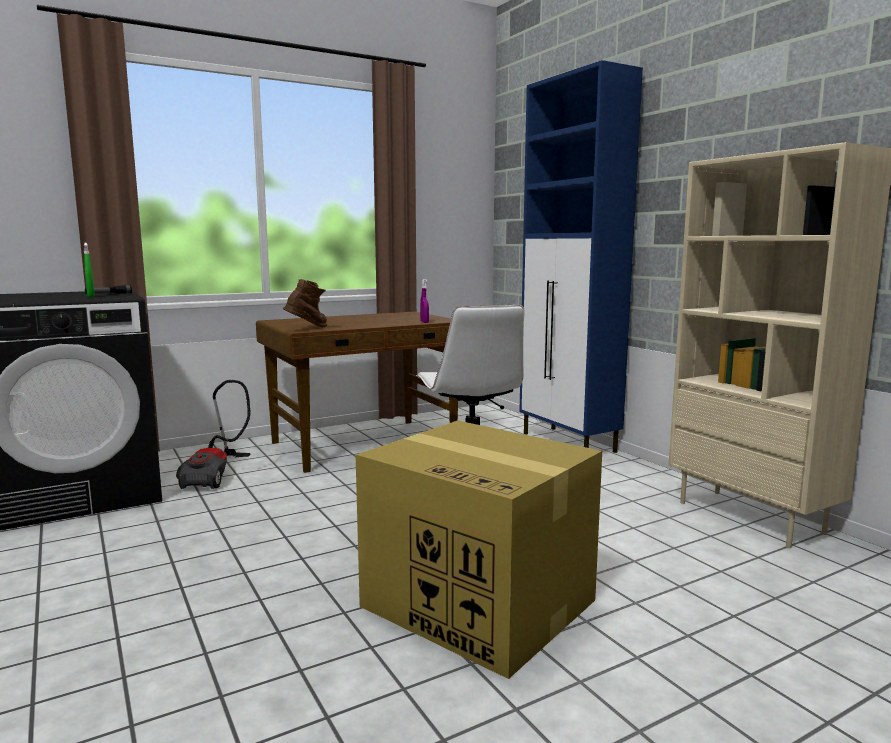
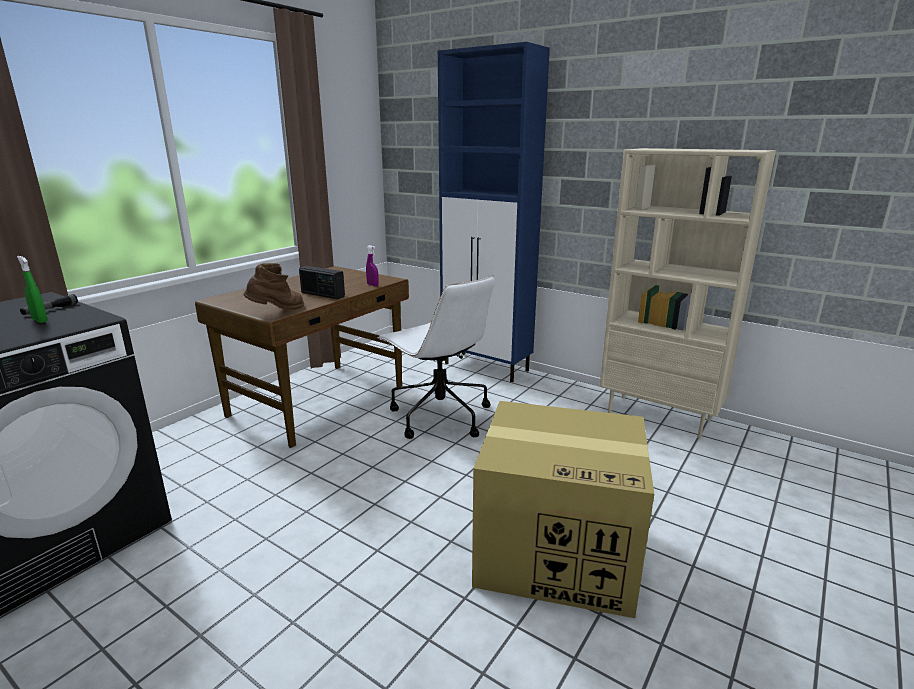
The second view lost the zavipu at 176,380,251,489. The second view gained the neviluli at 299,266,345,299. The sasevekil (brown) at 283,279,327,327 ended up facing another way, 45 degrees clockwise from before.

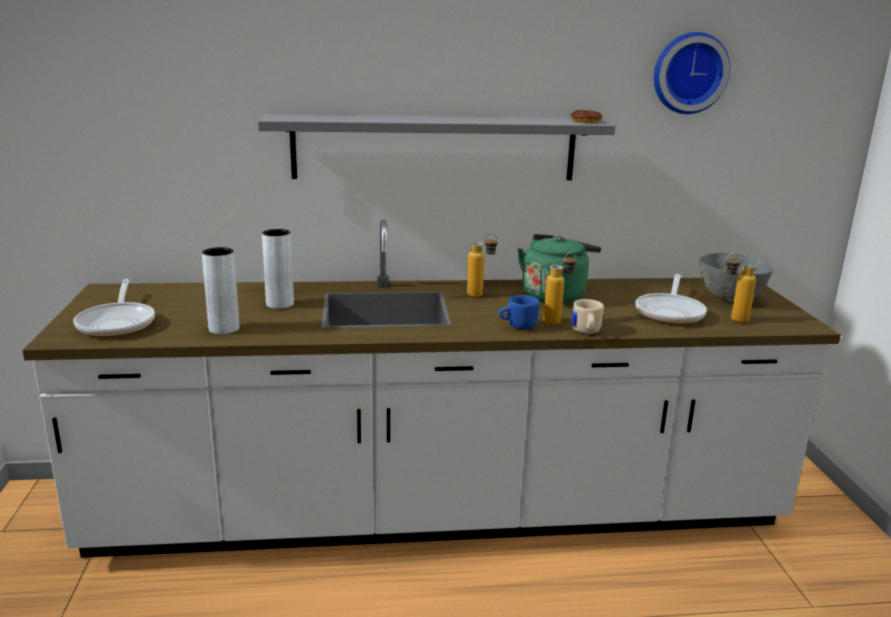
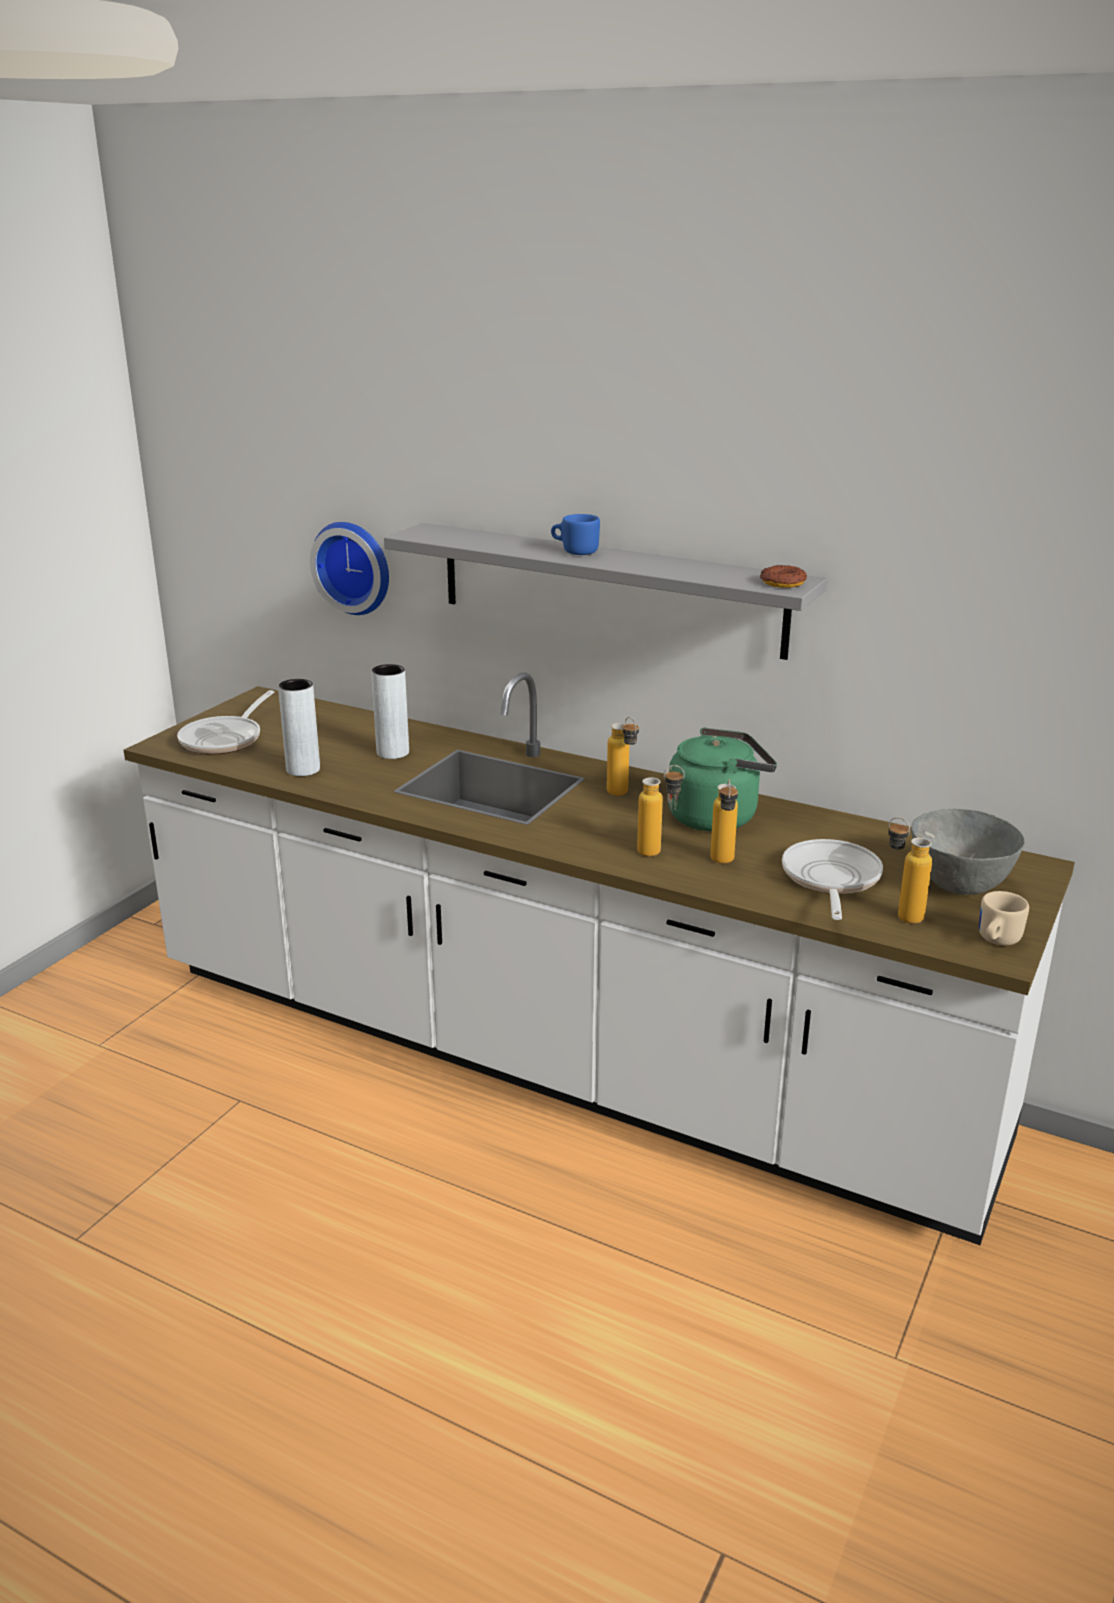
The second view gained the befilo at 710,780,738,864. The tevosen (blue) ended up elsewhere, having gone from 499,295,539,329 to 551,514,600,555. The tevosen (beige) ended up elsewhere, having gone from 572,299,604,334 to 979,891,1029,945. The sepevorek ended up elsewhere, having gone from 654,32,730,114 to 310,522,389,615. The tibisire at 636,274,707,324 ended up facing another way, 135 degrees clockwise from before.

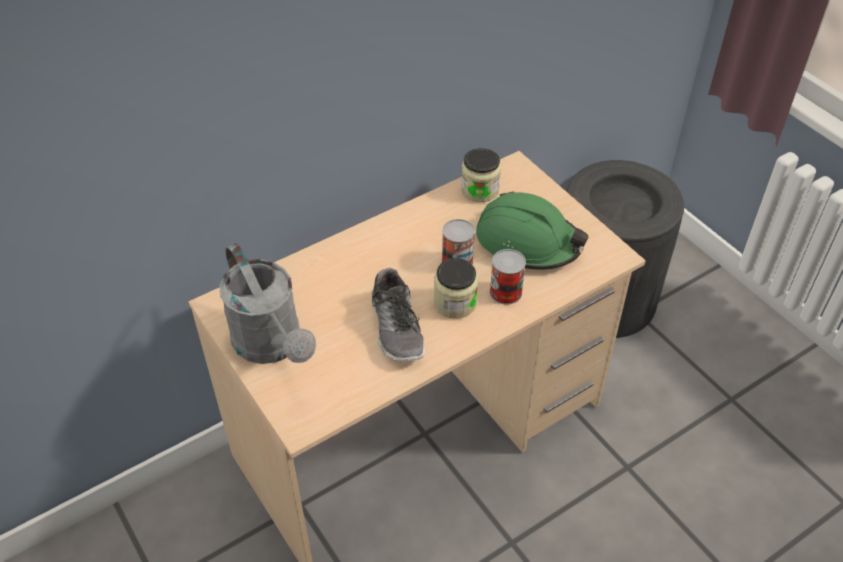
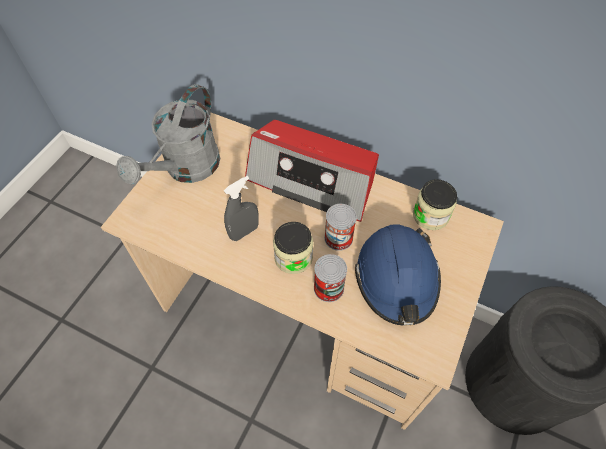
The second view gained the neviluli at 245,120,379,222. Where the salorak stood at 371,268,425,362, the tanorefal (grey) came to stand at 224,176,259,241. What was the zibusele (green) at 476,191,589,270 turned into the zibusele (blue) at 355,224,441,326.

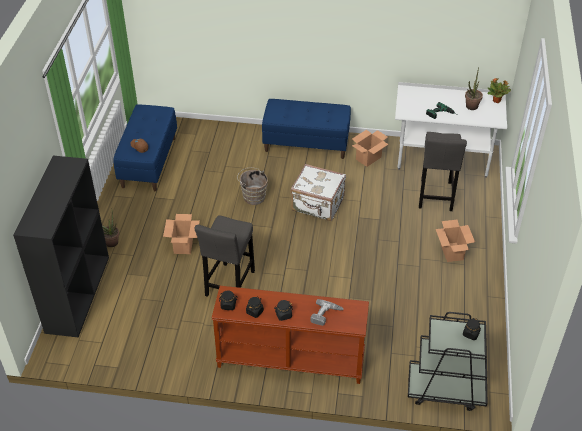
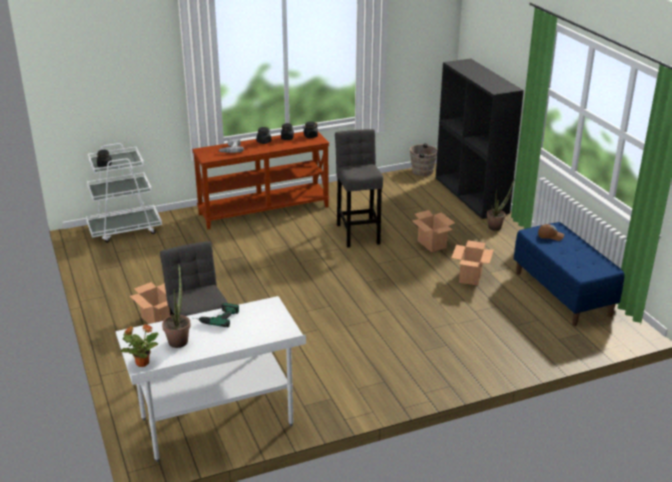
The second view lost the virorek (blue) at 262,99,351,159. The second view lost the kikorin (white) at 290,164,346,221. The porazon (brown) ended up elsewhere, having gone from 237,167,268,205 to 410,143,437,176. The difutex ended up elsewhere, having gone from 352,130,388,167 to 451,241,493,286. What was the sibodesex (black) at 408,312,487,411 turned into the sibodesex (white) at 86,143,162,243.

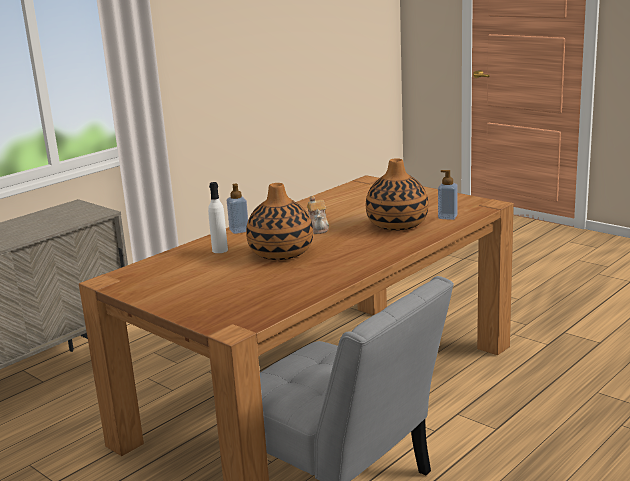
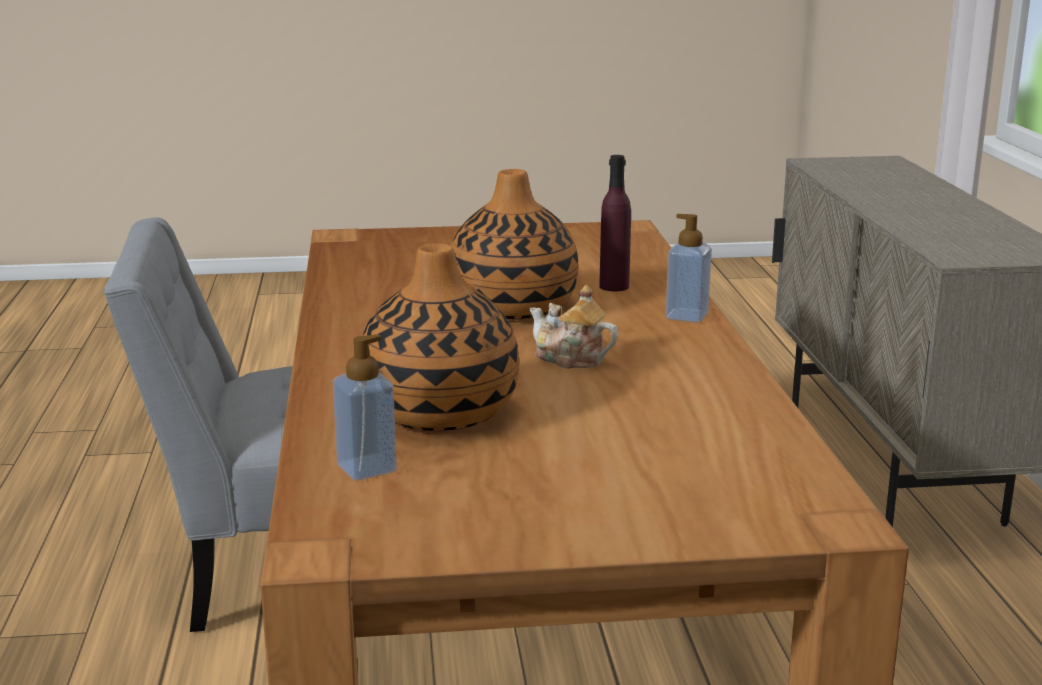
What was the befilo (white) at 208,182,228,253 turned into the befilo (purple) at 599,155,631,291.

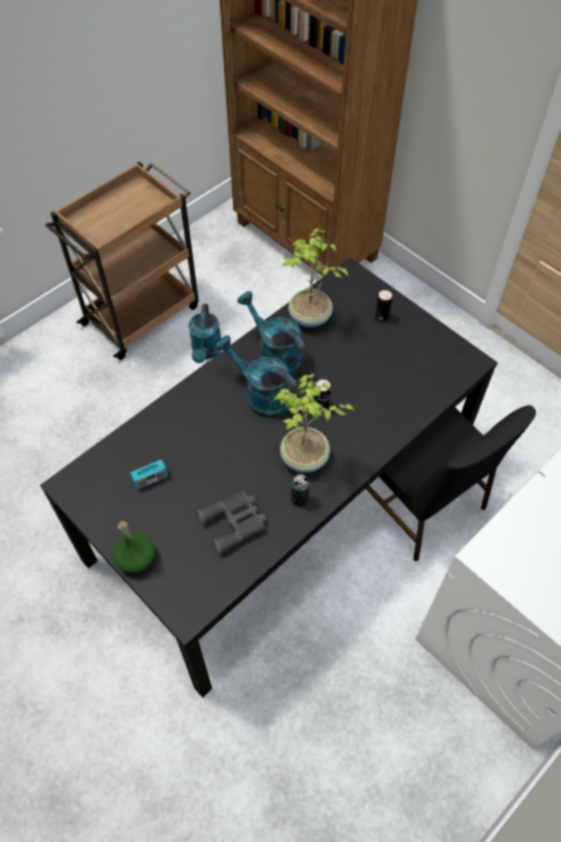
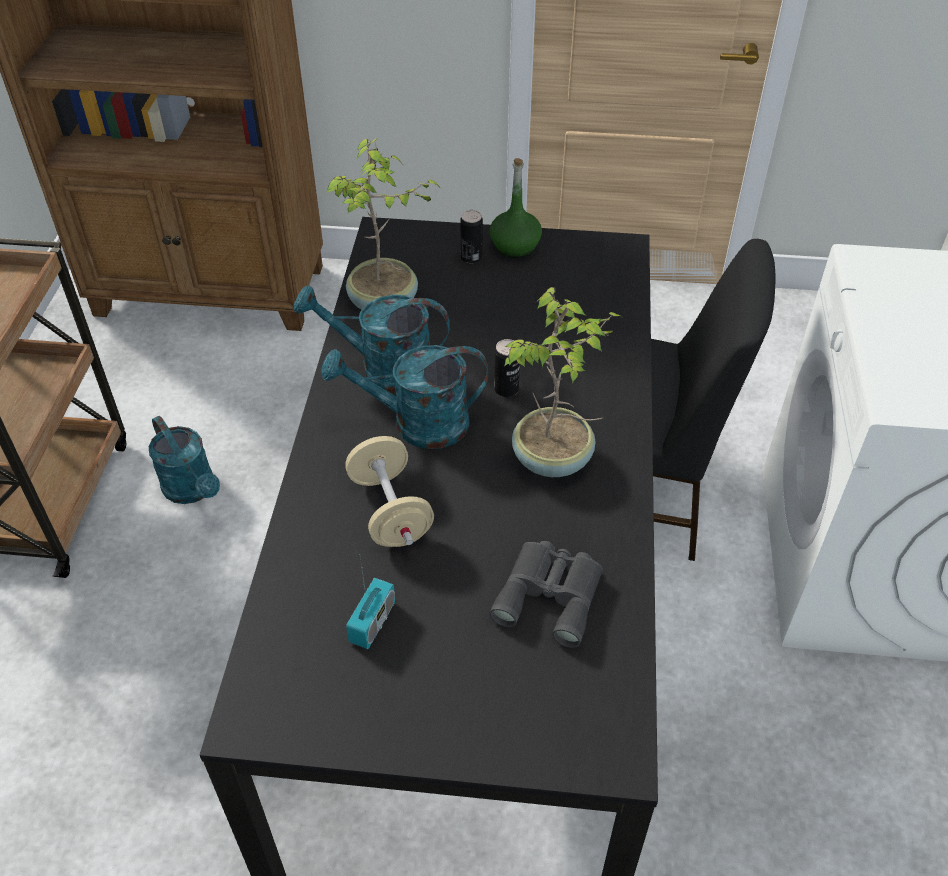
The second view lost the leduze at 291,474,310,507. The second view gained the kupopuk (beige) at 345,436,434,547. The befilo (green) ended up elsewhere, having gone from 112,521,155,573 to 490,158,542,258.

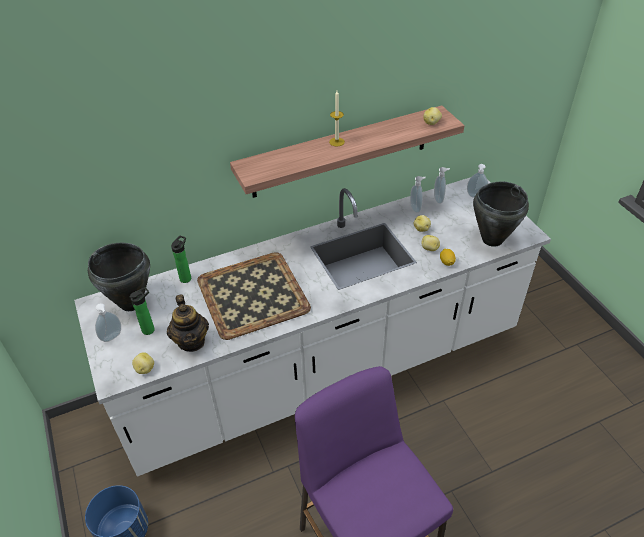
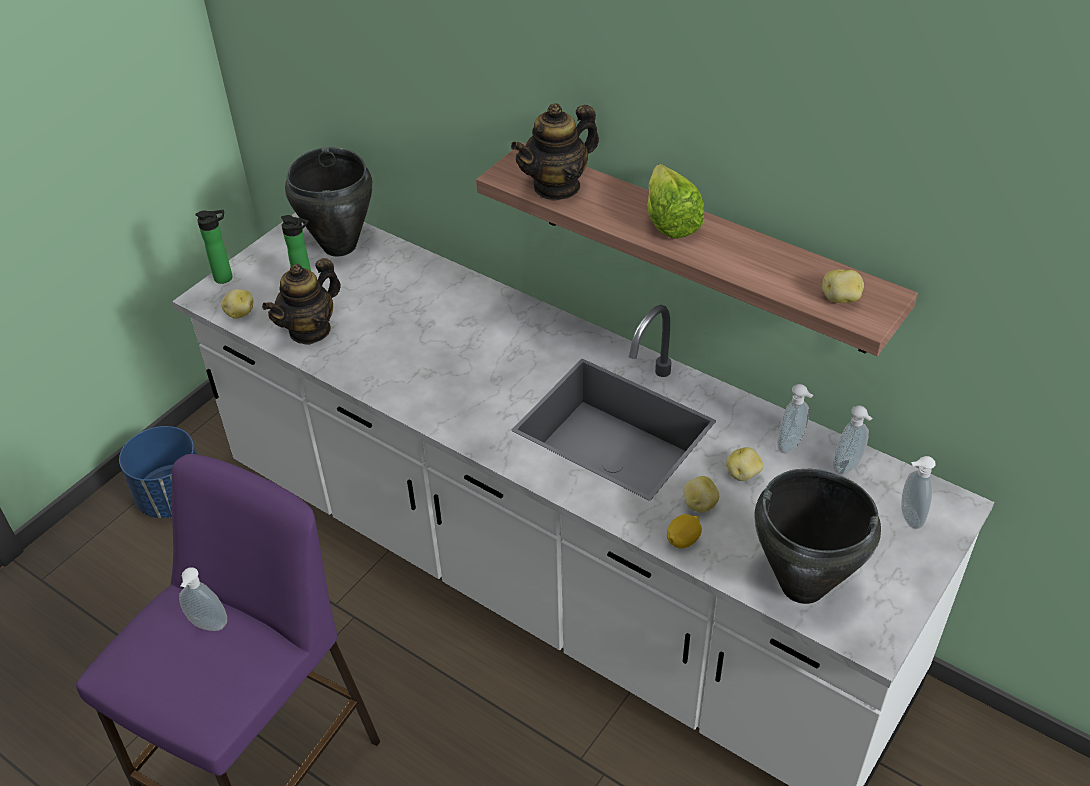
The second view lost the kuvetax at 197,252,311,340. The second view gained the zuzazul at 511,103,599,201. The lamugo ended up elsewhere, having gone from 95,303,121,342 to 179,568,227,631. The befilo ended up elsewhere, having gone from 171,236,191,283 to 195,210,233,284. Where the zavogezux stood at 329,91,345,146, the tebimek came to stand at 647,164,705,238.

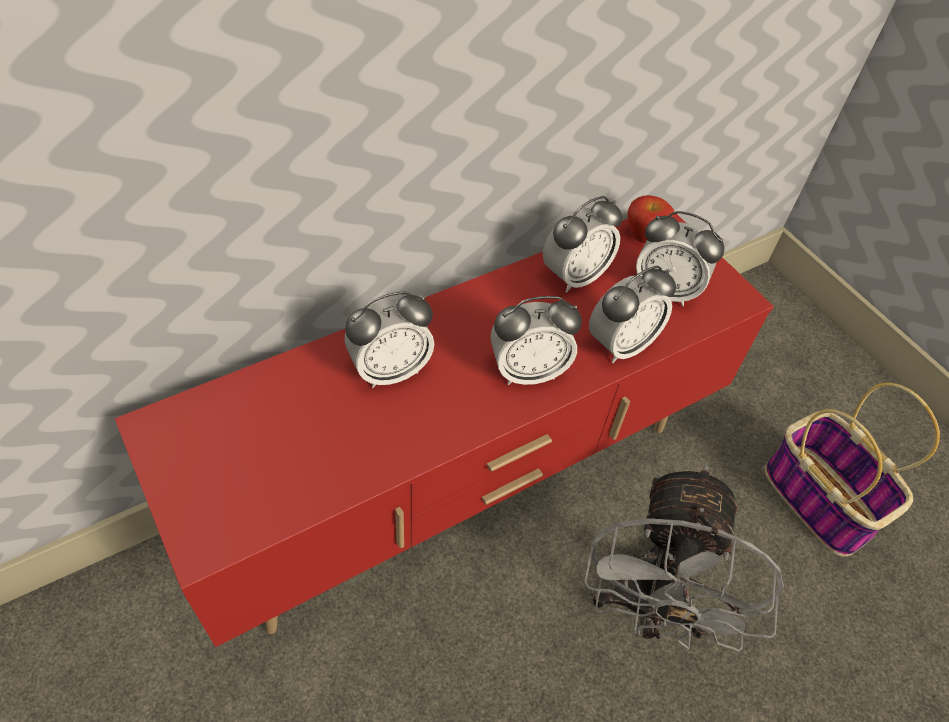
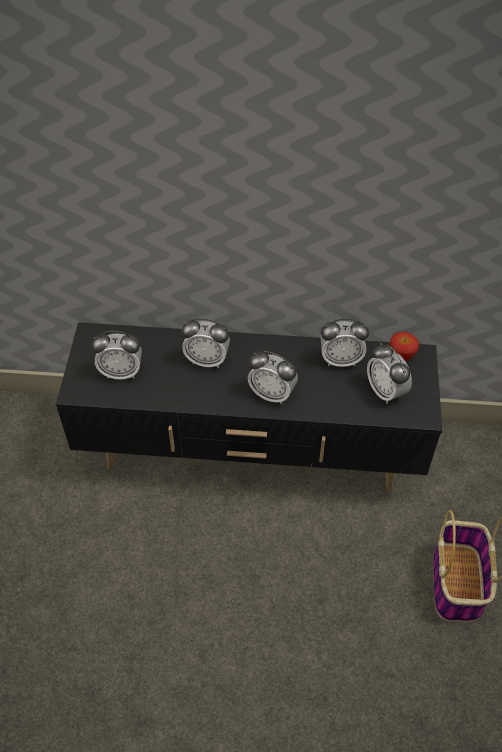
The second view lost the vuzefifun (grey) at 584,465,784,652. The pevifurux ended up elsewhere, having gone from 589,266,676,363 to 92,331,142,380. What was the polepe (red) at 114,214,774,647 turned into the polepe (black) at 56,322,442,491.

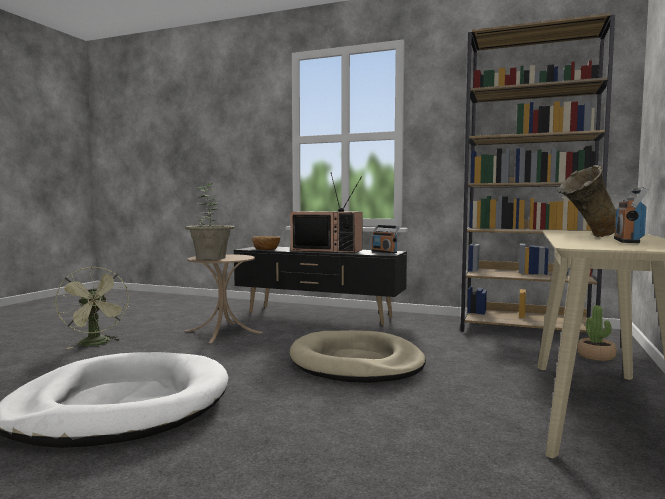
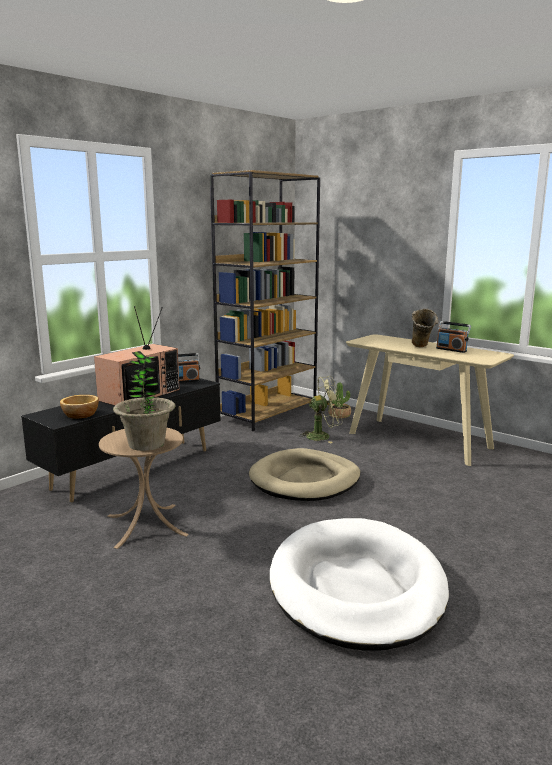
The vuzefifun (green) ended up elsewhere, having gone from 55,266,129,349 to 298,376,343,443.

